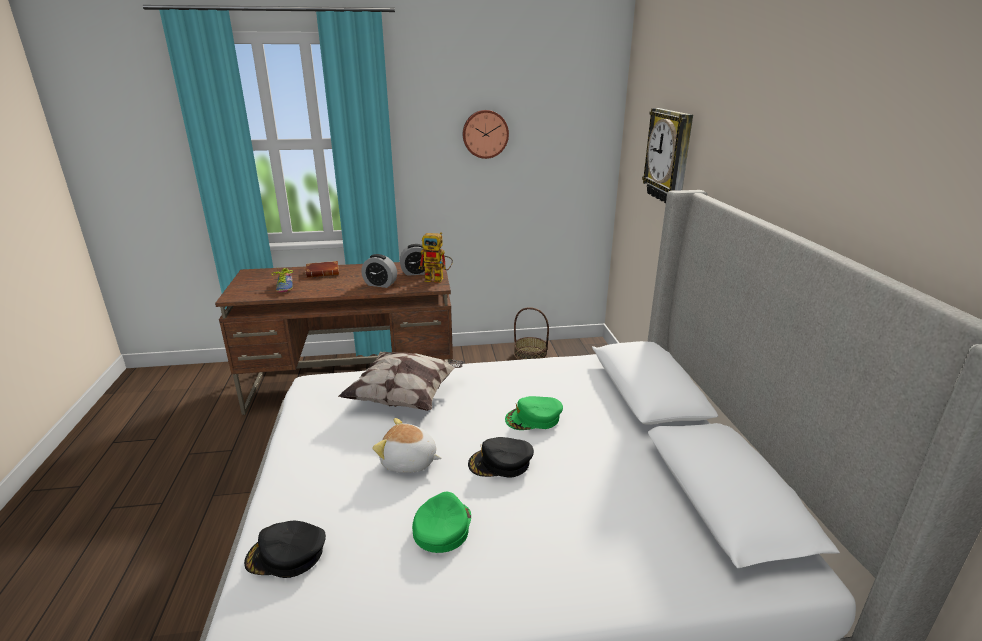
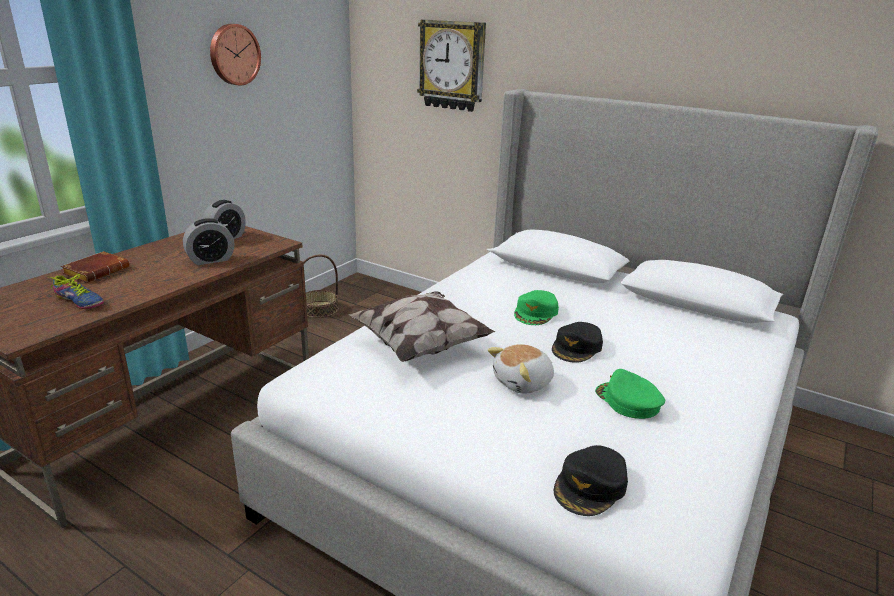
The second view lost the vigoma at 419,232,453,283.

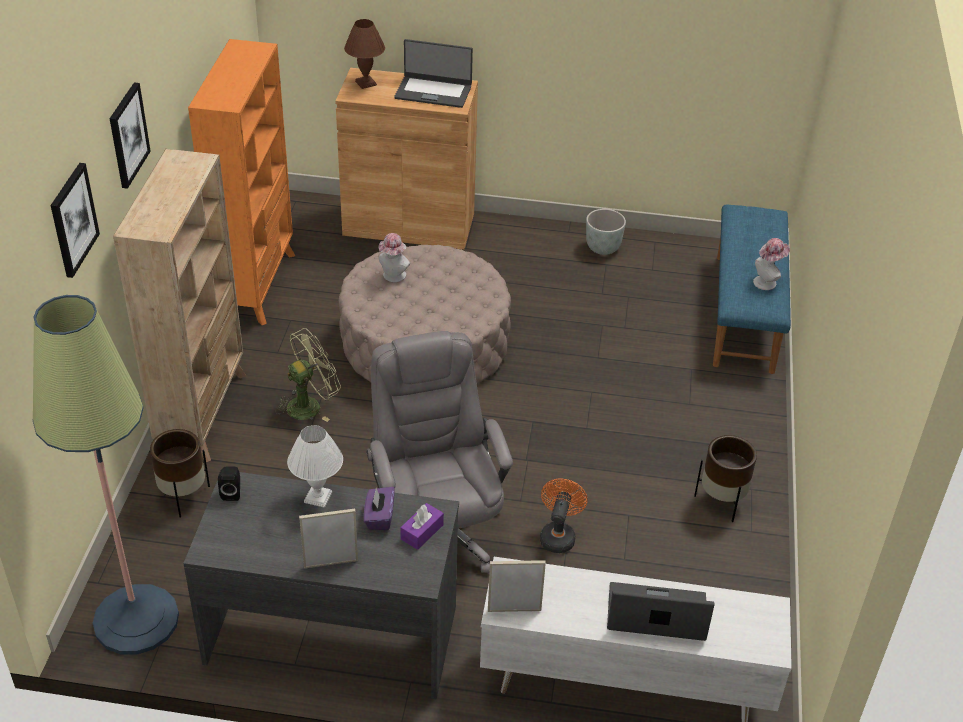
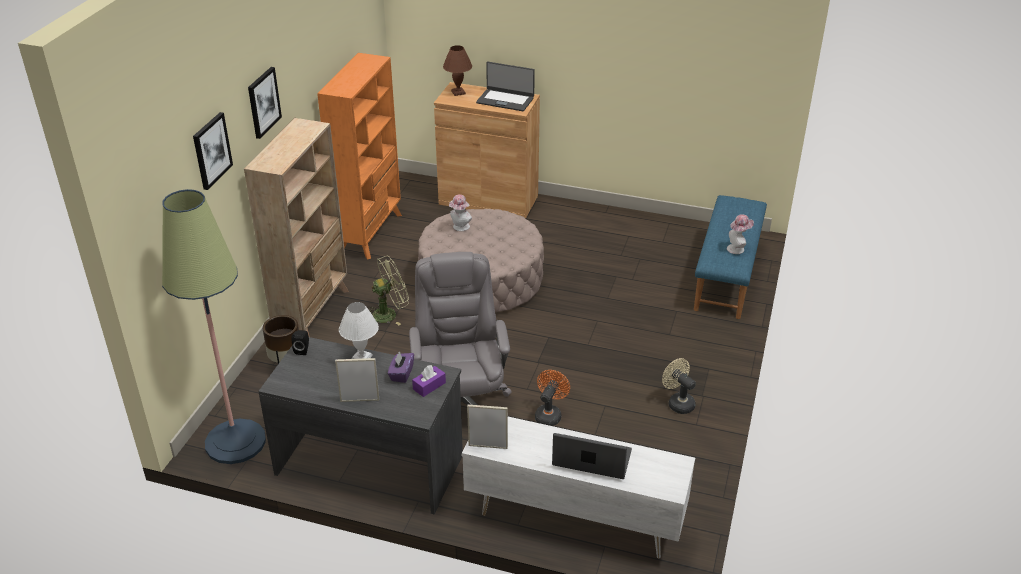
The second view lost the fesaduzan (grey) at 586,209,626,255. Where the fesaduzan (brown) stood at 694,435,757,522, the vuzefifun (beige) came to stand at 662,358,696,414.

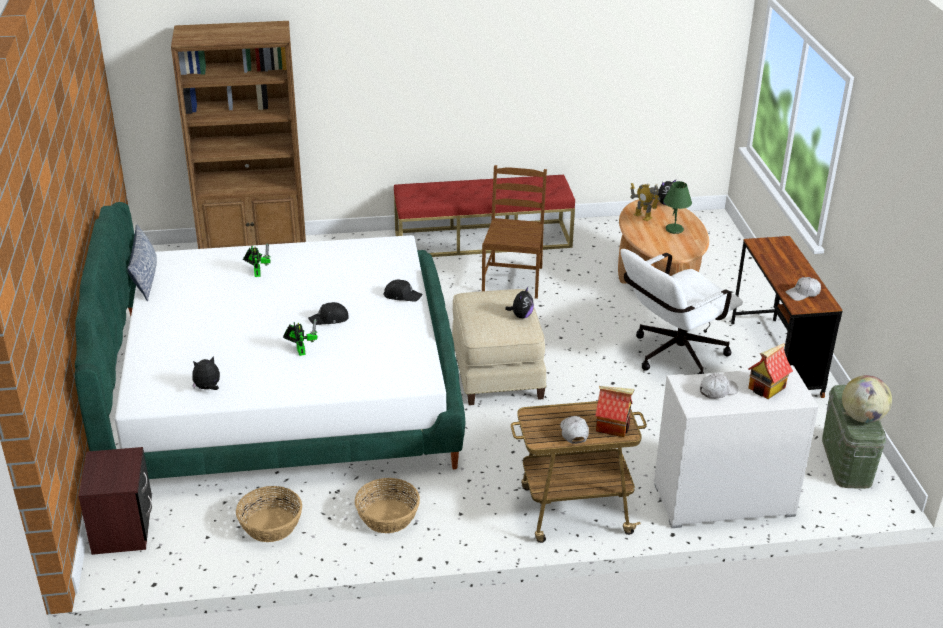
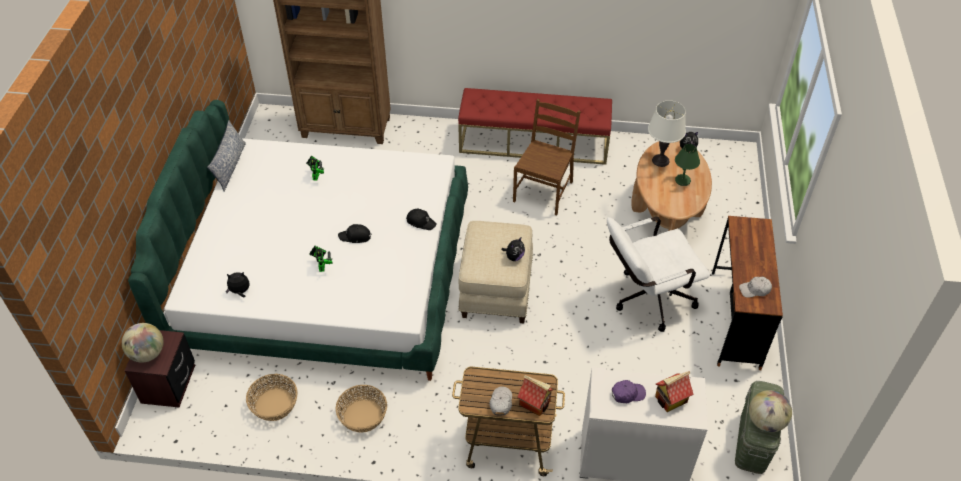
The second view gained the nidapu at 122,323,164,363. Where the vigoma stood at 630,183,660,221, the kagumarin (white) came to stand at 648,101,686,167. What was the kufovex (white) at 700,373,738,399 turned into the kufovex (purple) at 612,380,646,403.

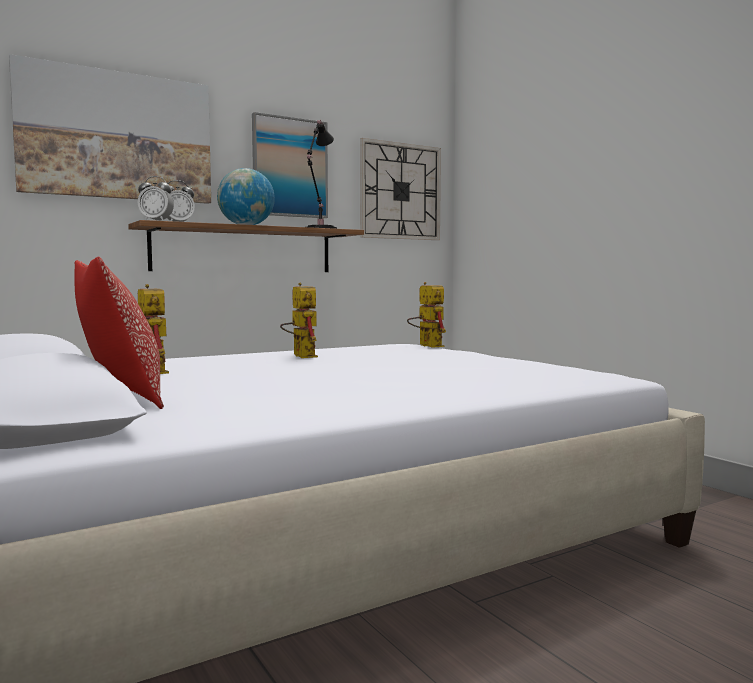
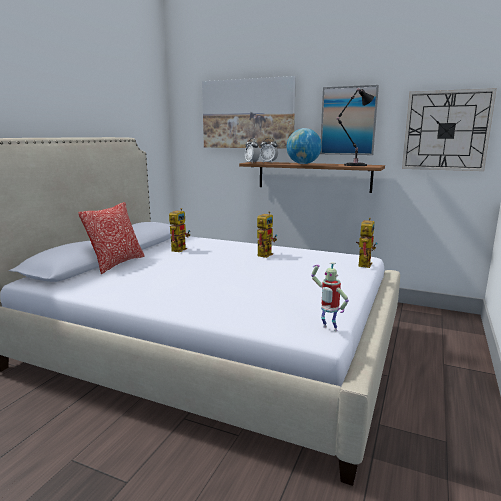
The second view gained the vigoma at 311,262,349,331.

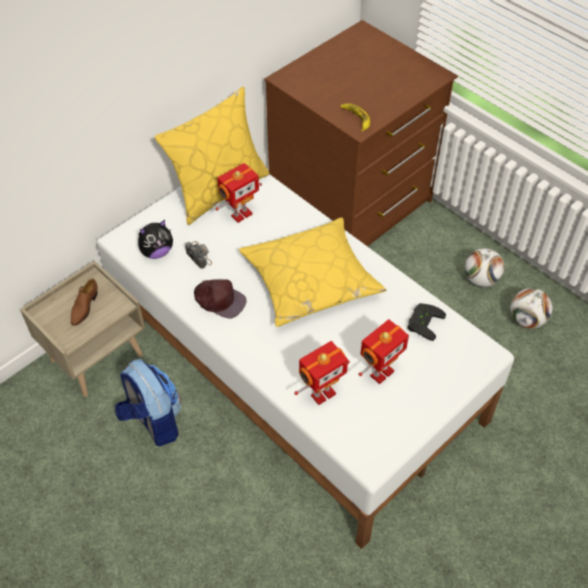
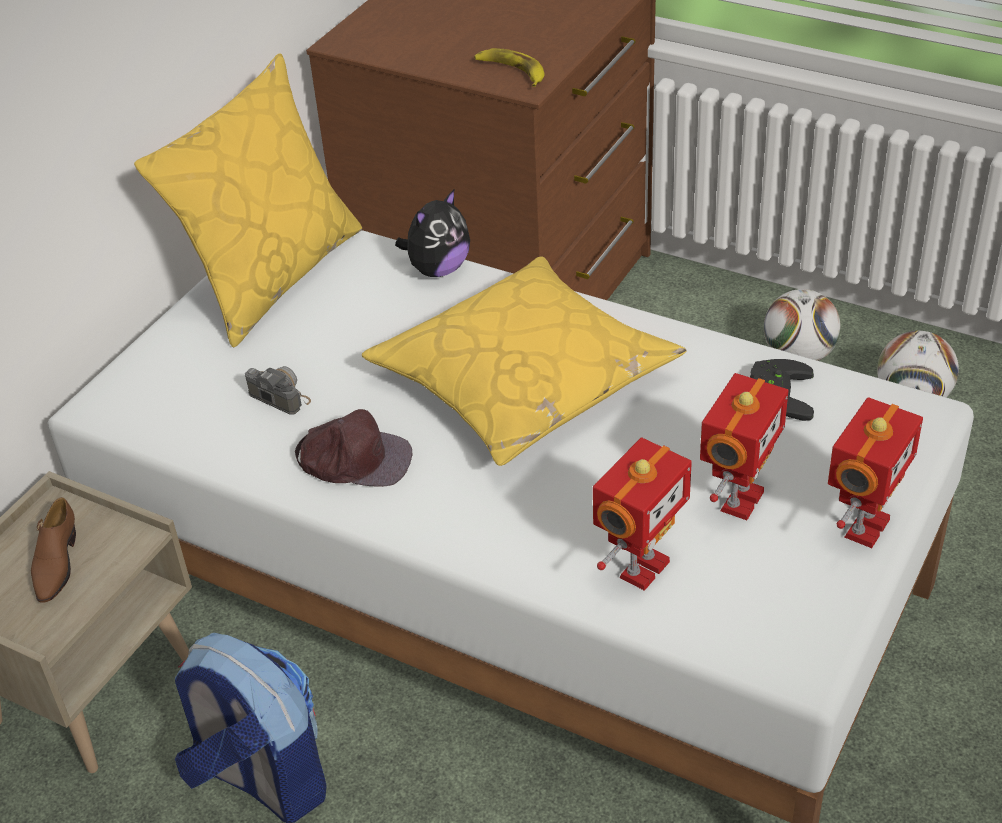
The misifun ended up elsewhere, having gone from 138,220,173,259 to 395,188,470,277. The vigoma ended up elsewhere, having gone from 216,163,262,223 to 828,397,923,548.

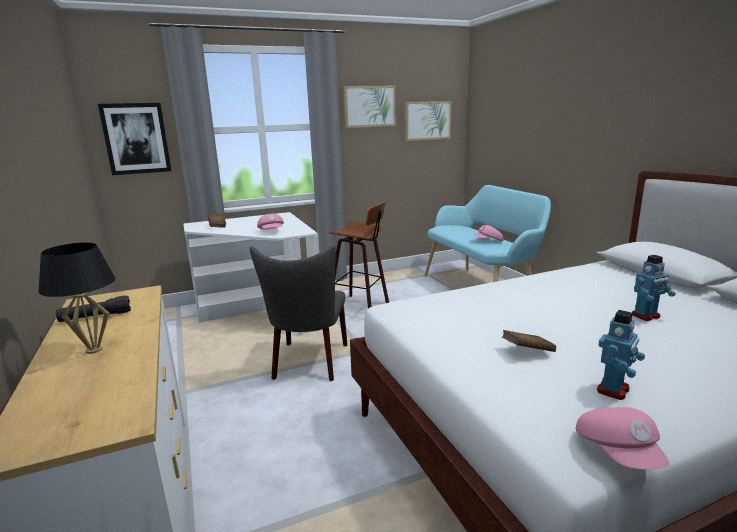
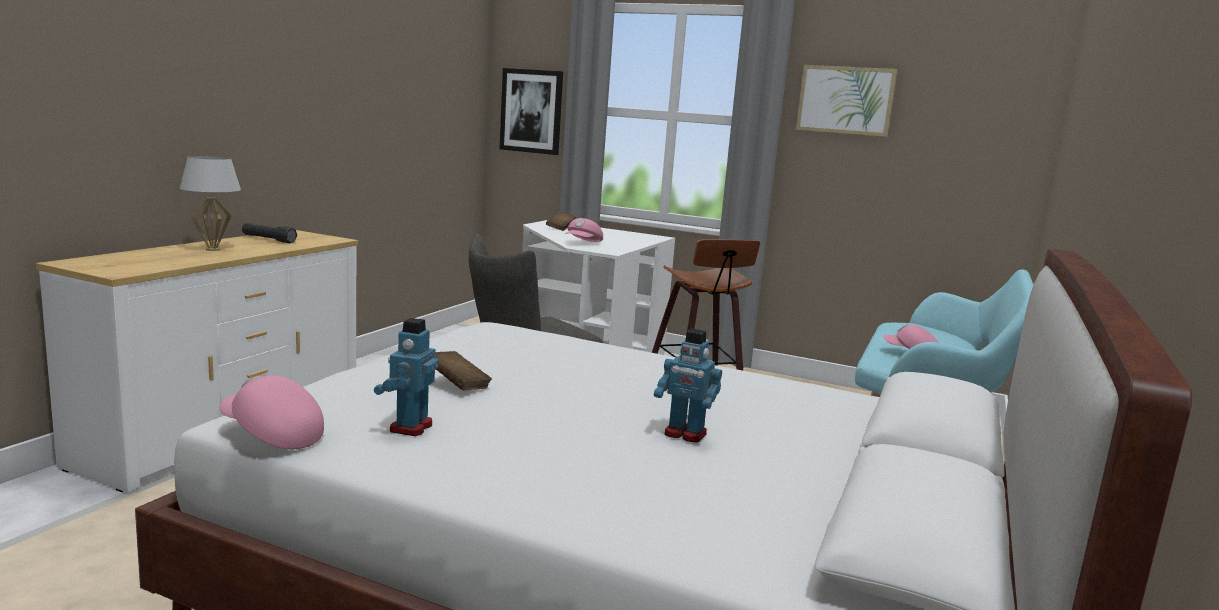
The second view lost the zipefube at 405,101,452,141. What was the kagumarin (black) at 39,242,115,354 turned into the kagumarin (white) at 180,156,241,251. The kufovex (pink) at 576,407,669,469 ended up facing another way, 75 degrees clockwise from before. The vigoma at 597,310,645,400 ended up facing another way, 105 degrees clockwise from before.

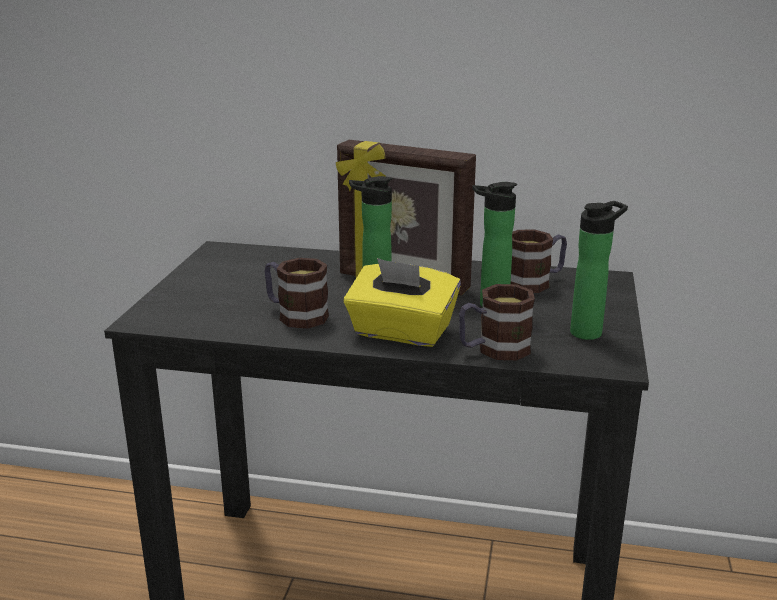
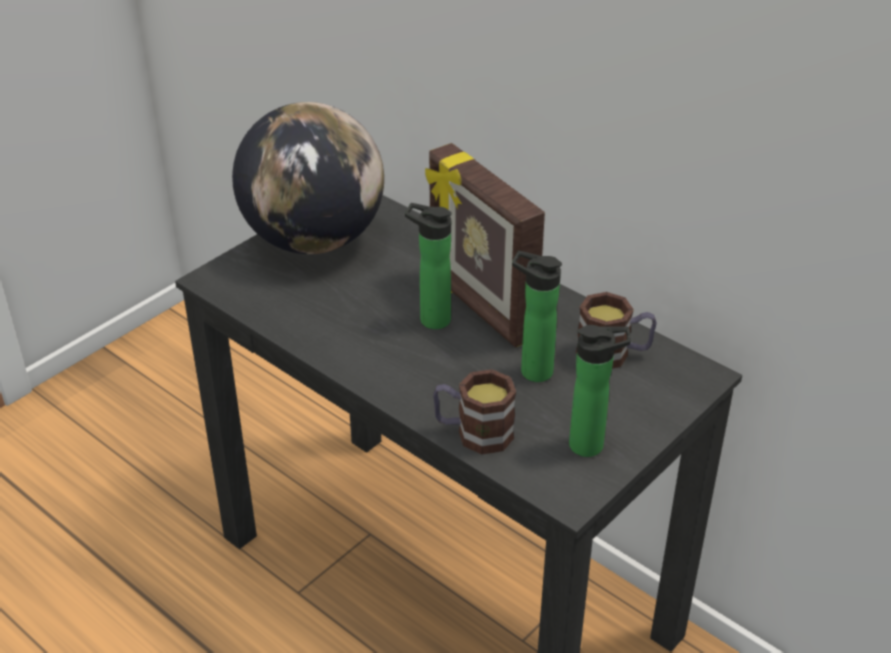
The second view lost the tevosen at 264,258,329,329. The second view lost the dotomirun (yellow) at 344,258,461,347. The second view gained the nidapu at 232,102,384,254.

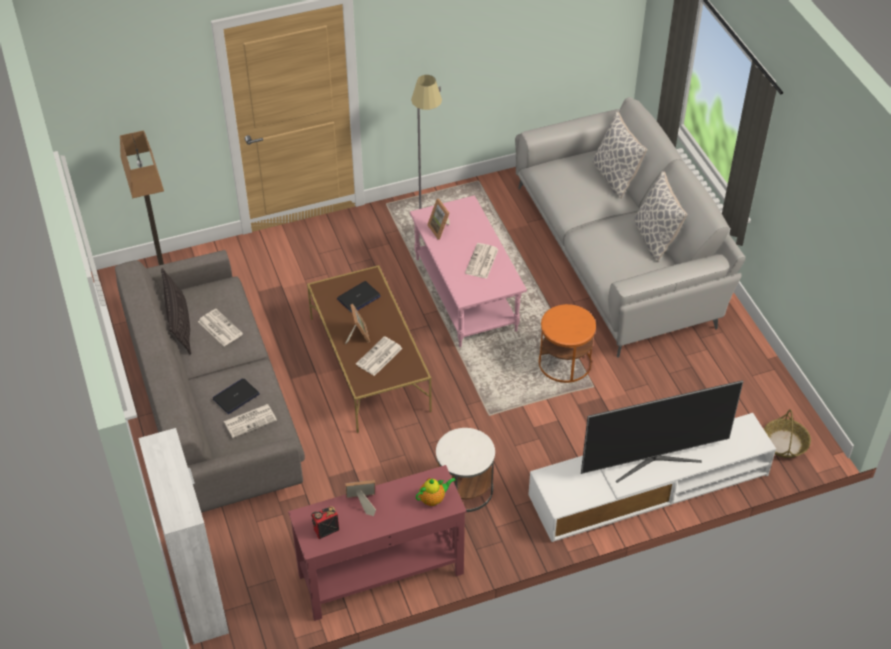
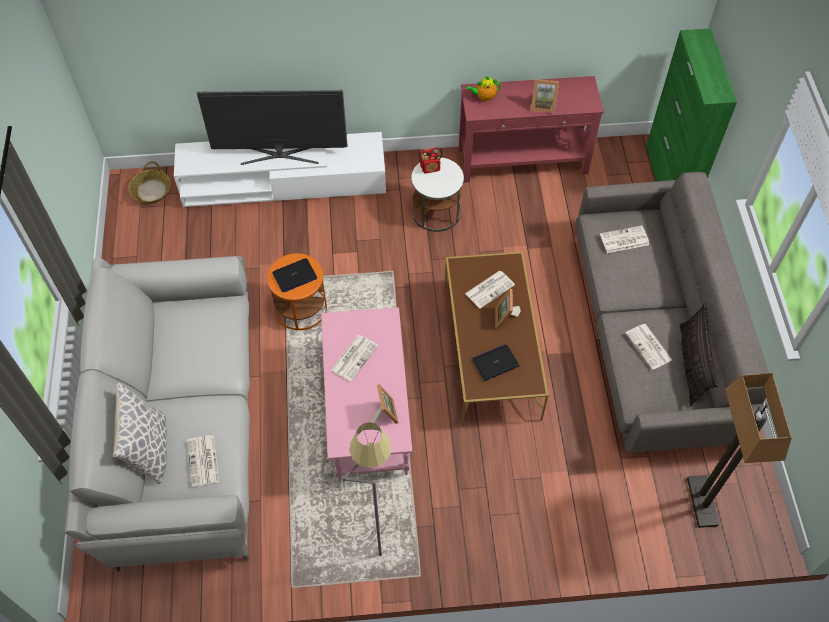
The second view lost the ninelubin at 634,171,687,261. The second view gained the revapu at 187,435,219,487. The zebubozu ended up elsewhere, having gone from 213,378,260,414 to 272,258,317,292. The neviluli ended up elsewhere, having gone from 311,507,339,539 to 420,147,441,174. What was the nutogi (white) at 138,428,229,644 turned into the nutogi (green) at 646,28,737,181.

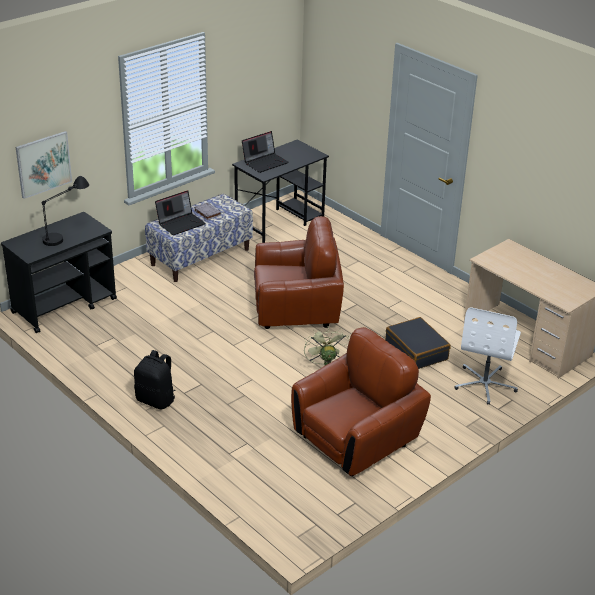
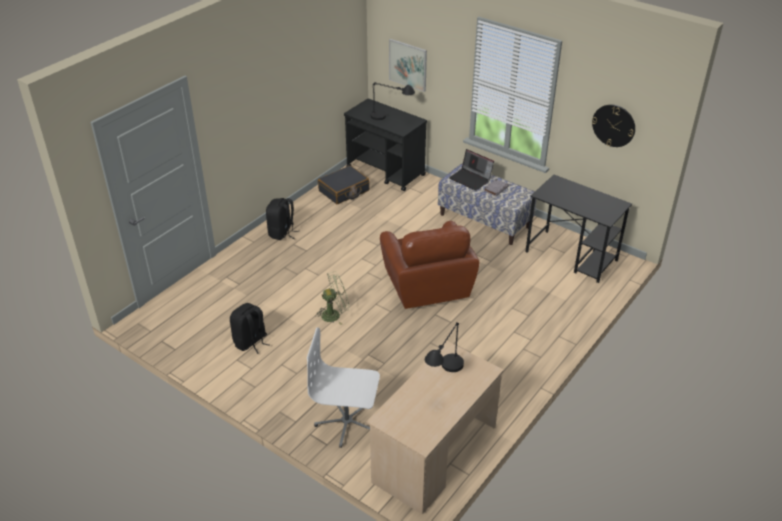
The second view lost the zebubozu at 242,131,289,173. The second view gained the kagumarin (black) at 425,322,464,372. The second view gained the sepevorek at 592,104,635,147. The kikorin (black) ended up elsewhere, having gone from 385,317,451,369 to 318,165,370,204. Where the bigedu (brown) stood at 291,327,431,476, the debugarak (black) came to stand at 230,303,270,354.

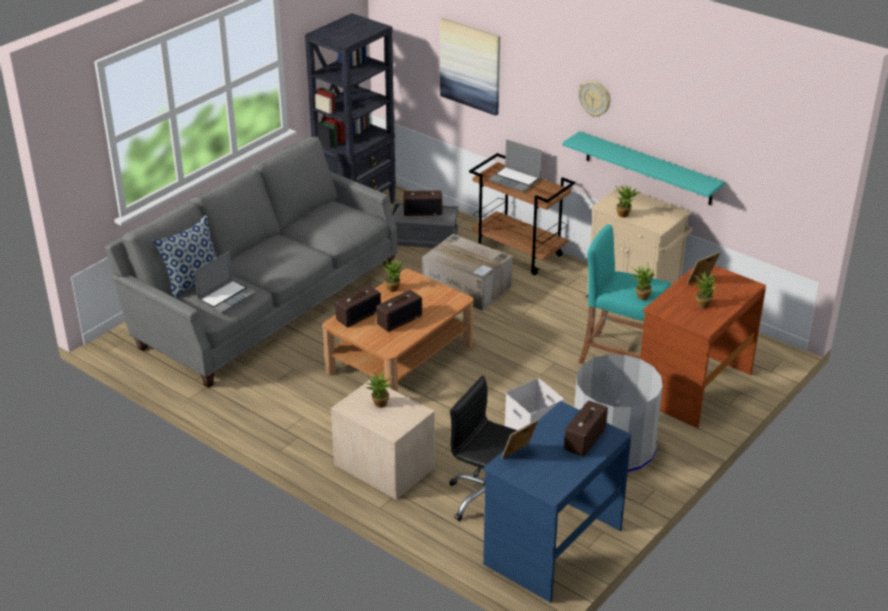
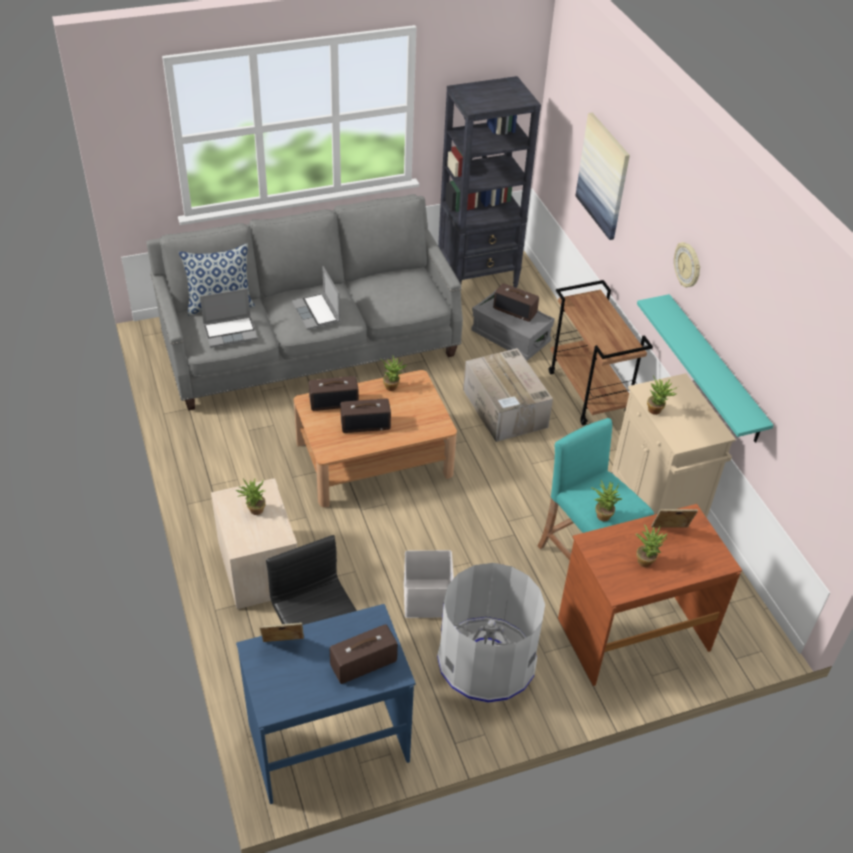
The zebubozu ended up elsewhere, having gone from 489,139,542,192 to 292,266,340,330.

